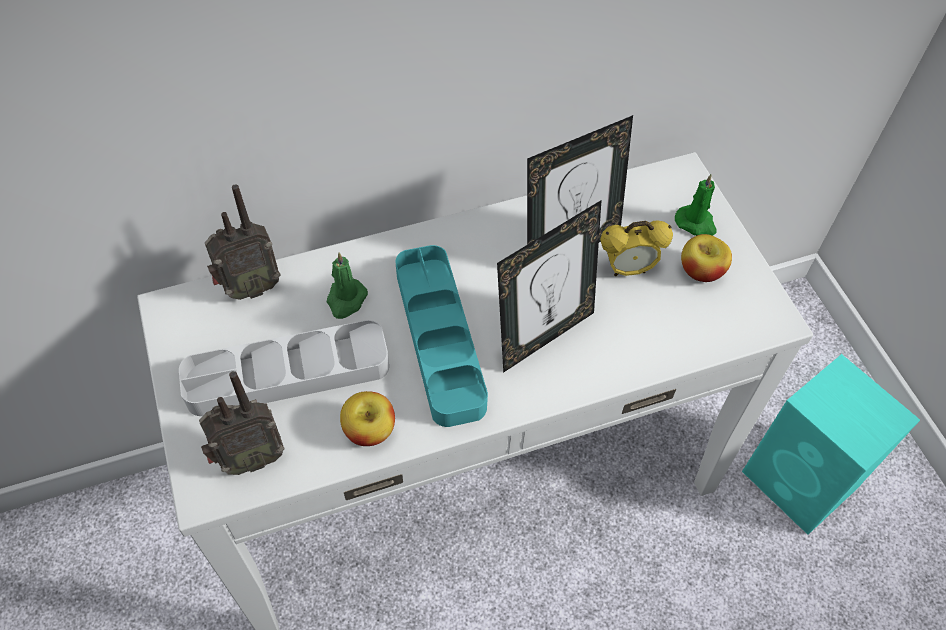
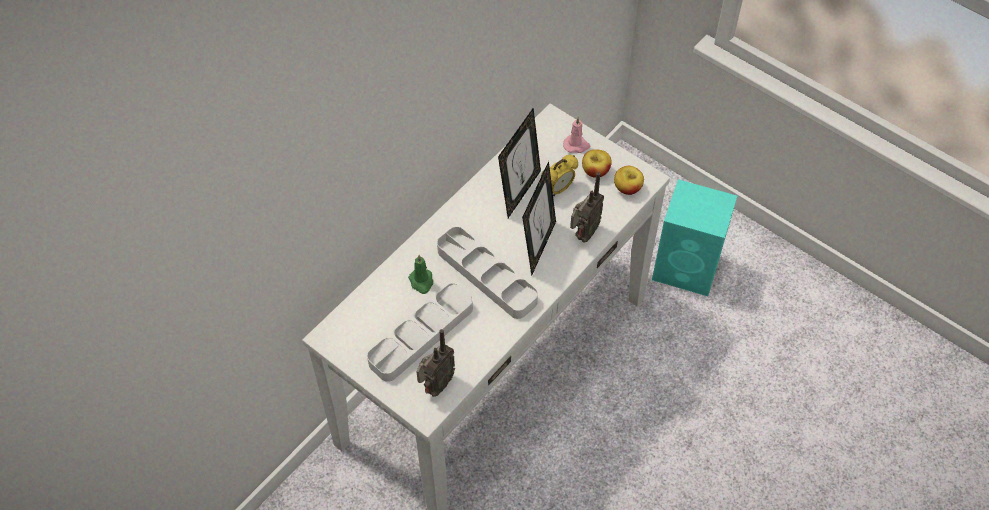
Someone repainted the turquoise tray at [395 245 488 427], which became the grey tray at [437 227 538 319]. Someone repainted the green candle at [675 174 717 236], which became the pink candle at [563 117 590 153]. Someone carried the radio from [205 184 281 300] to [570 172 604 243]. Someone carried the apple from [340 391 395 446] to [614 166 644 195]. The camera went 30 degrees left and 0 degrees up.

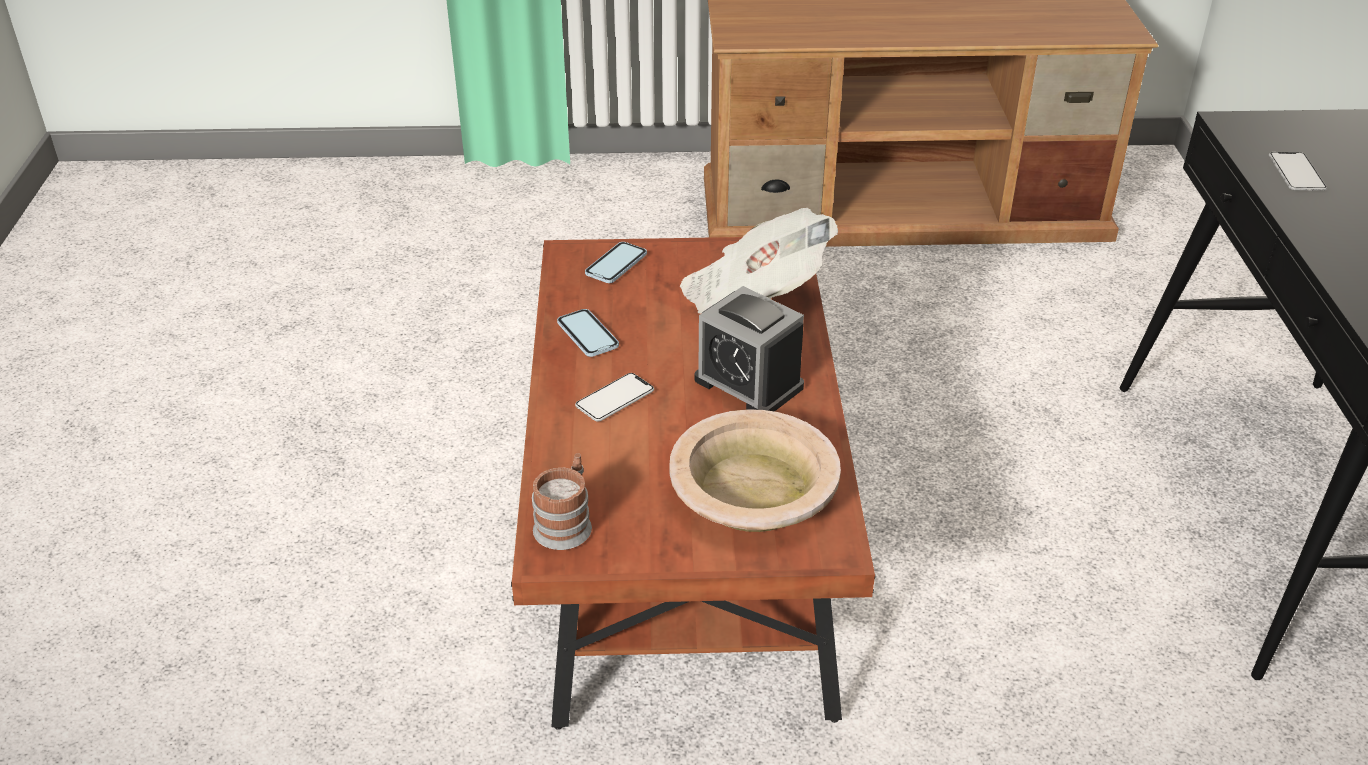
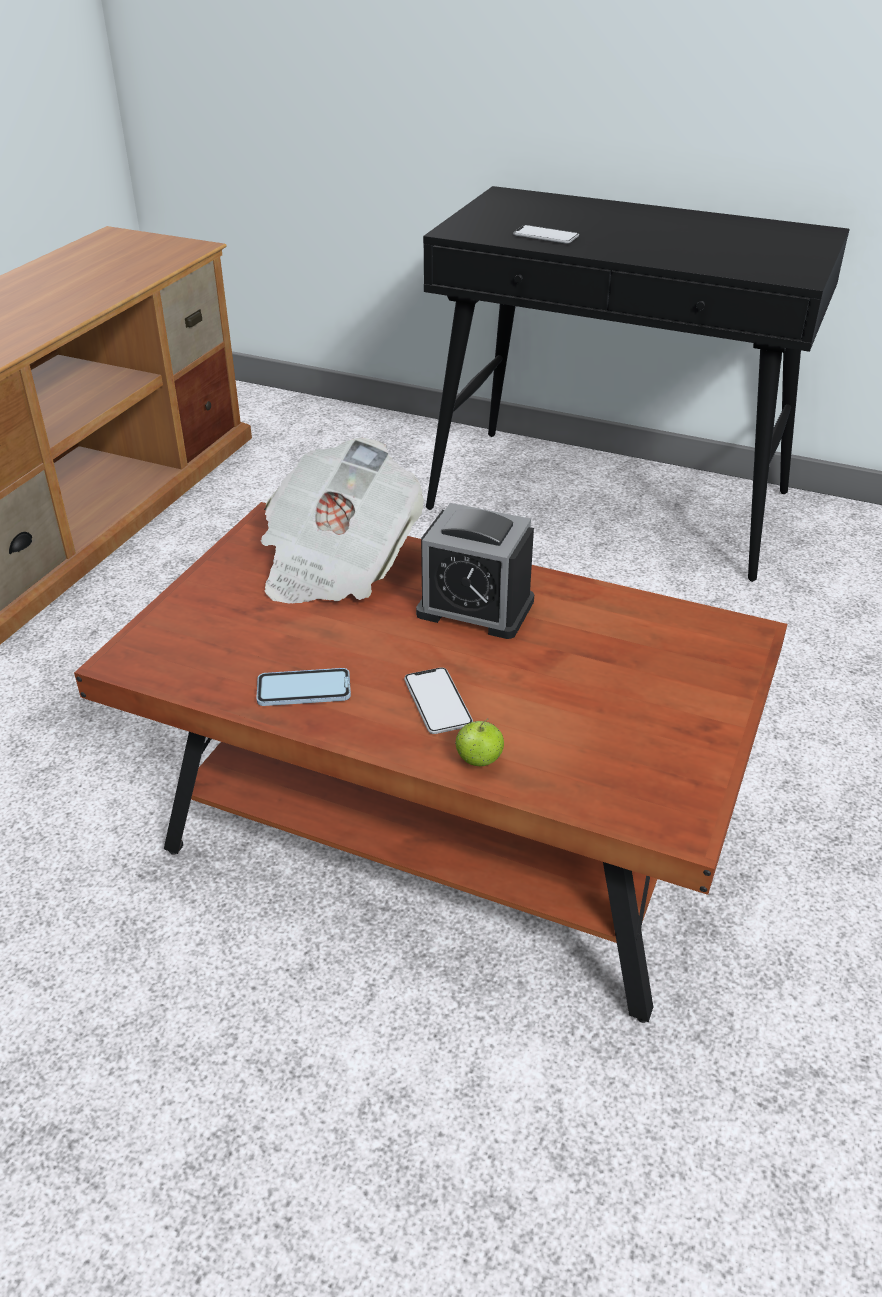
Someone rotated the alarm clock at [694 286 804 412] by 45 degrees clockwise. Someone put down the apple at [455 719 504 766]. Someone took away the mug at [532 453 592 550]. Someone took away the phone at [585 242 647 283]. Someone took away the beige bowl at [669 409 841 532]. The camera went 65 degrees left and 0 degrees up.

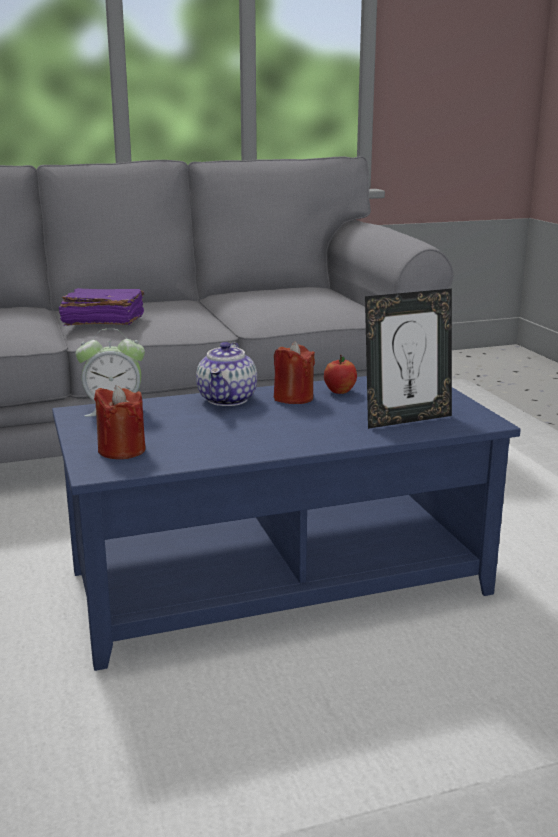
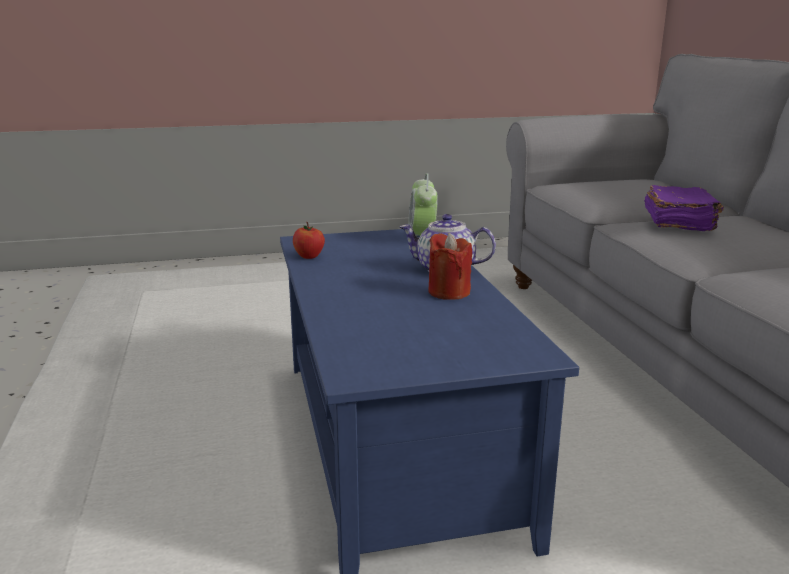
Someone carried the apple from [324 354 357 394] to [293 222 325 259]. Someone took away the red candle at [94 385 146 459]. Someone took away the picture frame at [365 289 452 429]. The camera went 95 degrees right and 0 degrees up.

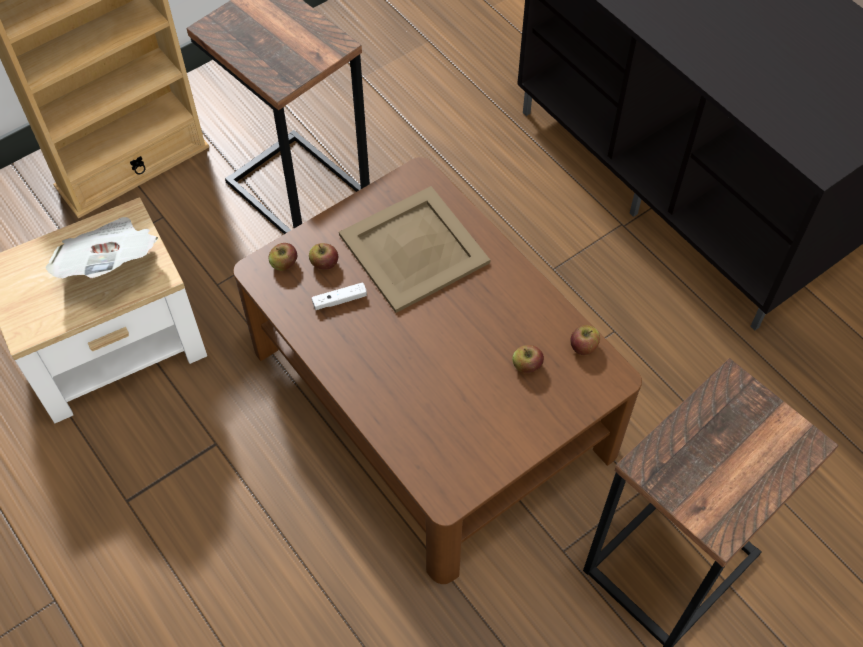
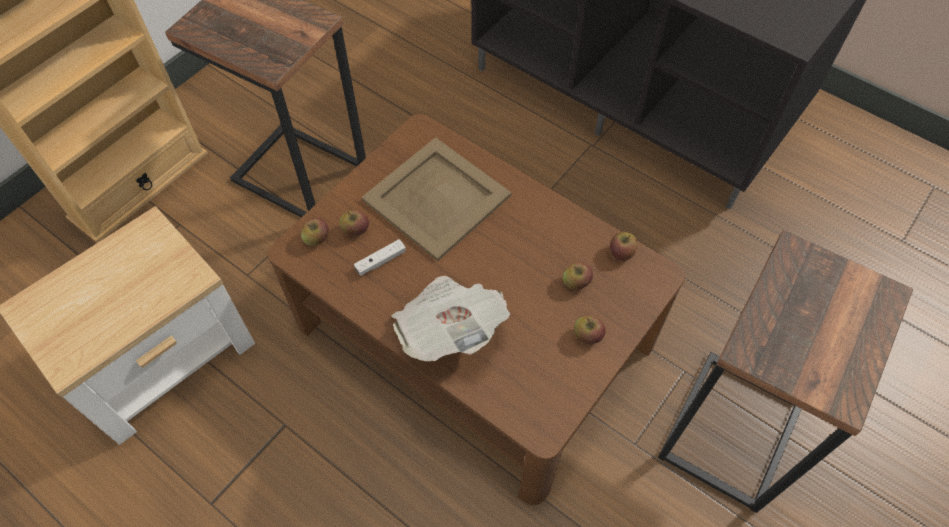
Someone carried the newspaper from [45 217 158 278] to [392 276 510 362]. Someone put down the apple at [574 316 606 344]. The camera went 15 degrees left and 0 degrees up.

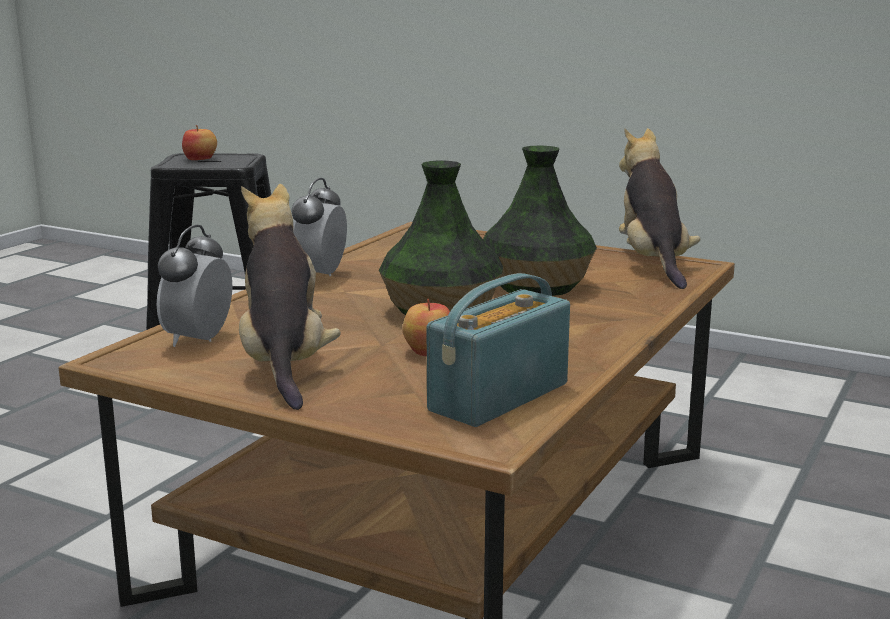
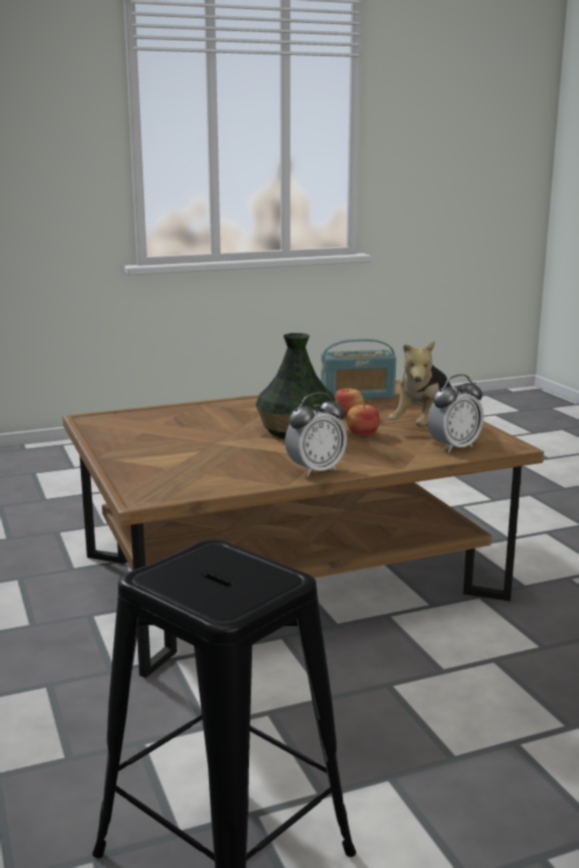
Someone carried the apple from [182 125 217 160] to [346 402 380 435]. Someone took away the vase at [483 145 597 296]. Someone took away the plush toy at [619 128 700 289]. The camera went 140 degrees left and 0 degrees up.

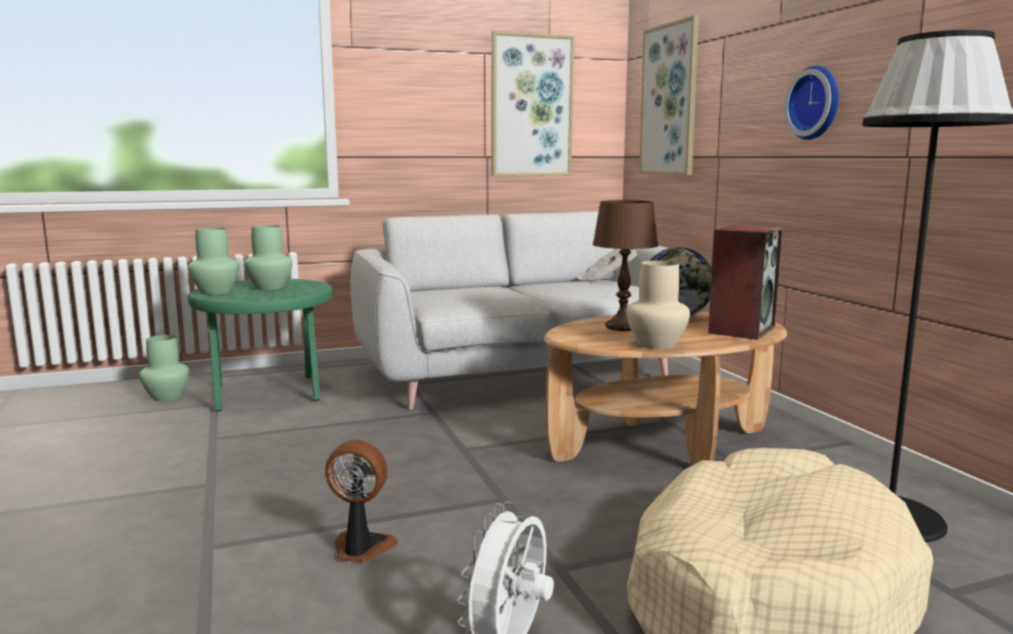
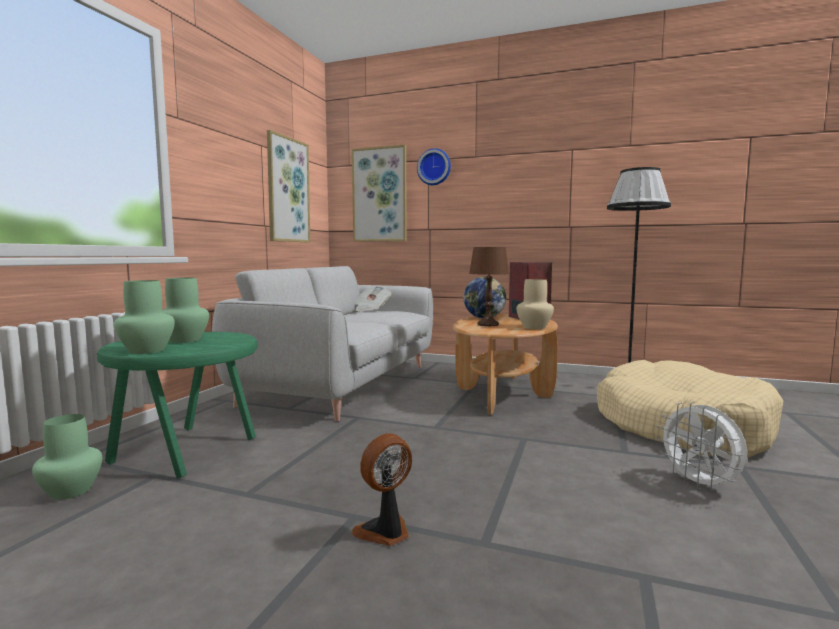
Someone carried the fan from [325 440 398 562] to [352 433 412 546]. Someone carried the wall clock from [784 66 839 140] to [417 148 451 185]. The camera went 50 degrees left and 5 degrees down.

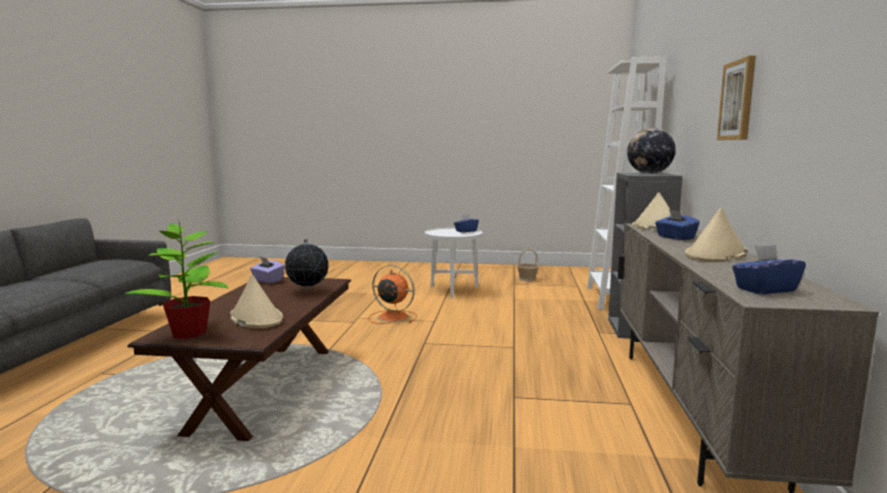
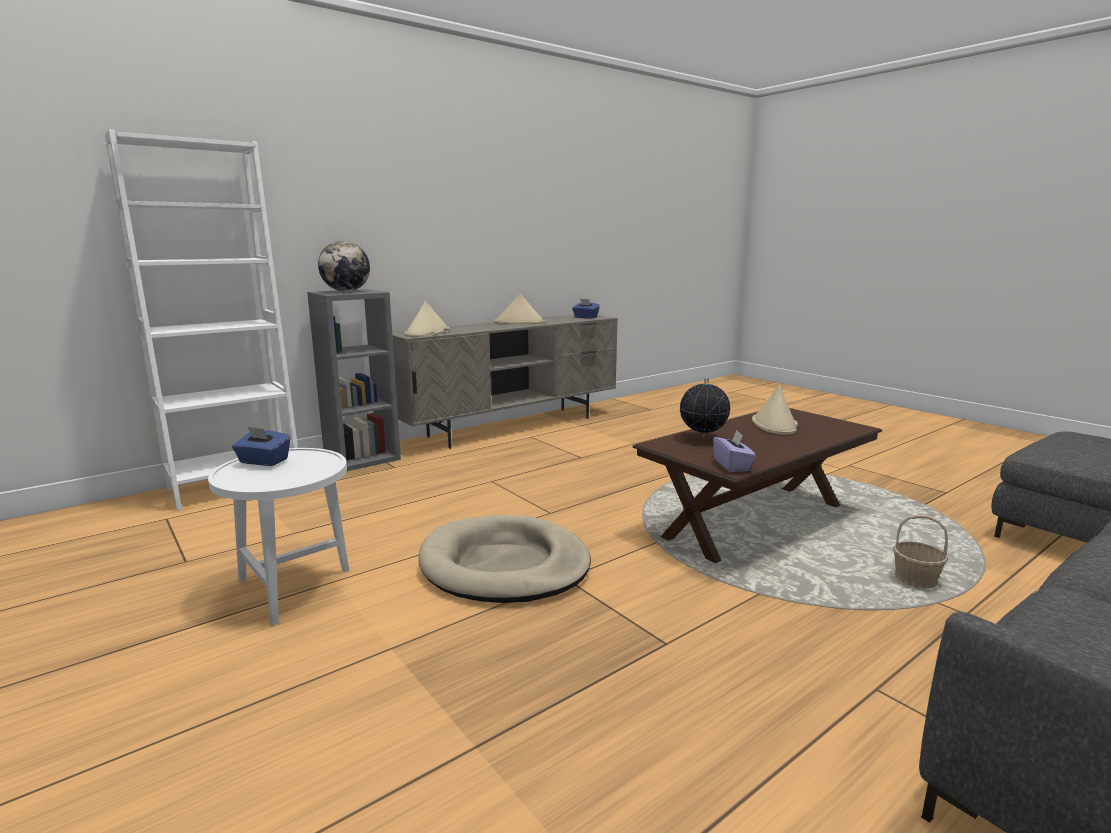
Someone swapped the orange fan at [368 265 417 324] for the beige dog bed at [418 515 591 603]. Someone carried the basket from [517 249 538 281] to [893 515 948 589]. Someone took away the potted plant at [125 222 229 339]. Someone took away the blue tissue box at [655 209 700 240]. Someone took away the picture at [717 56 756 140]. The camera went 135 degrees left and 5 degrees up.

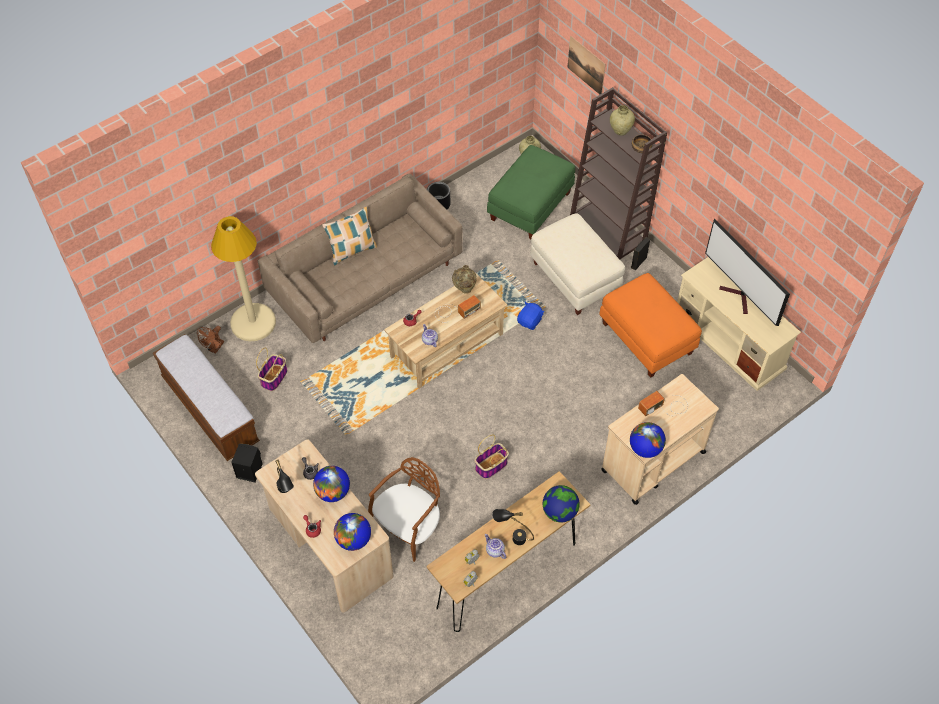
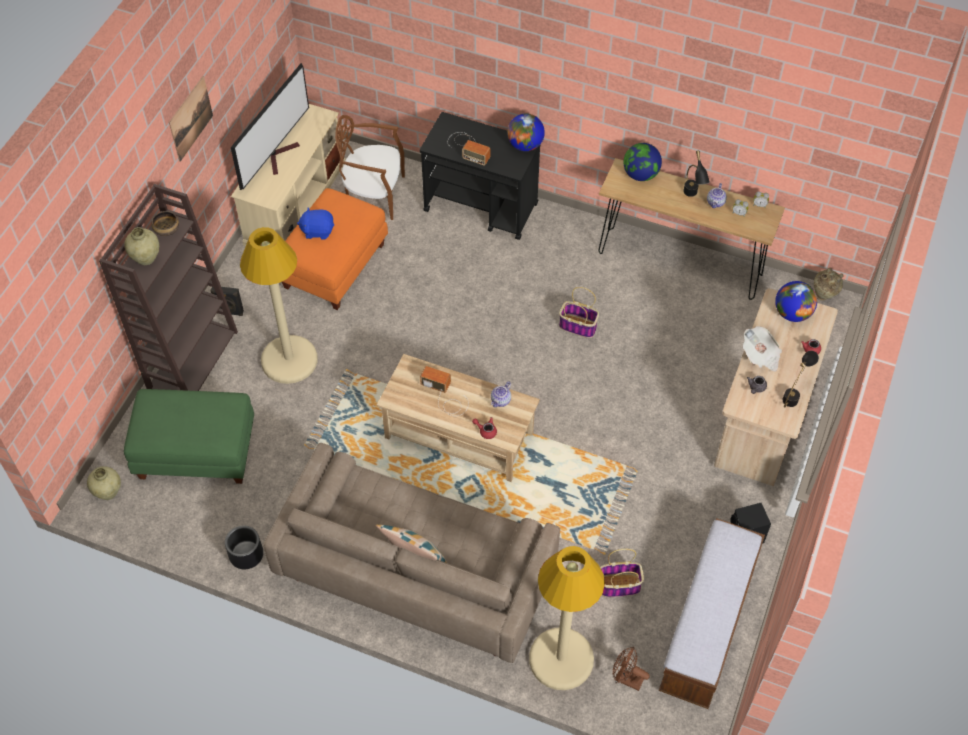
Someone carried the picture from [567 36 606 95] to [169 76 213 162]. Someone swapped the beige ottoman at [530 213 625 315] for the beige floor lamp at [240 227 318 384]. Someone carried the blue plush toy from [517 302 544 330] to [297 208 334 240]. Someone carried the brown chair from [368 457 440 562] to [335 115 405 220]. Someone repainted the beige cart at [601 374 719 505], which became the black cart at [420 112 541 240]. Someone rotated the brown fan at [197 326 224 354] by 150 degrees counterclockwise. Someone swapped the globe at [313 466 350 502] for the newspaper at [743 326 782 372]. Someone carried the beige vase from [452 265 477 294] to [814 268 843 301]. The camera went 120 degrees left and 0 degrees up.

